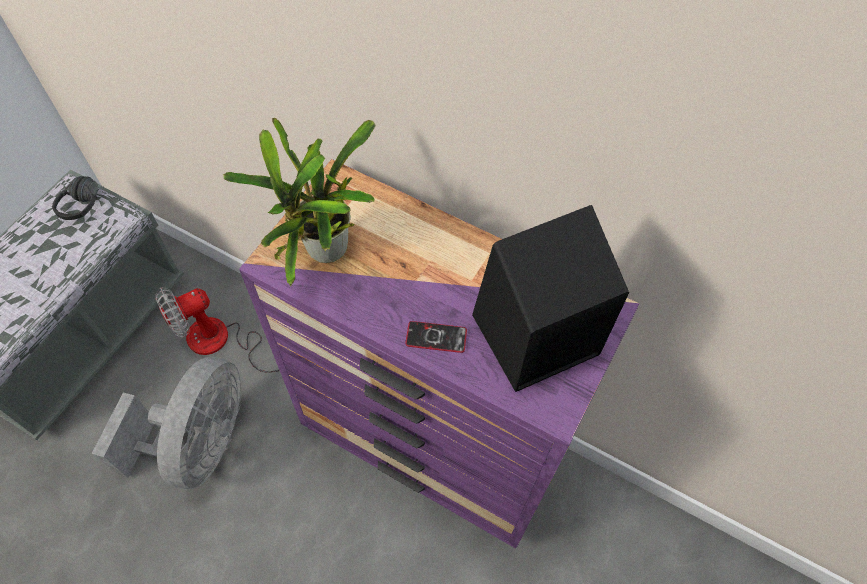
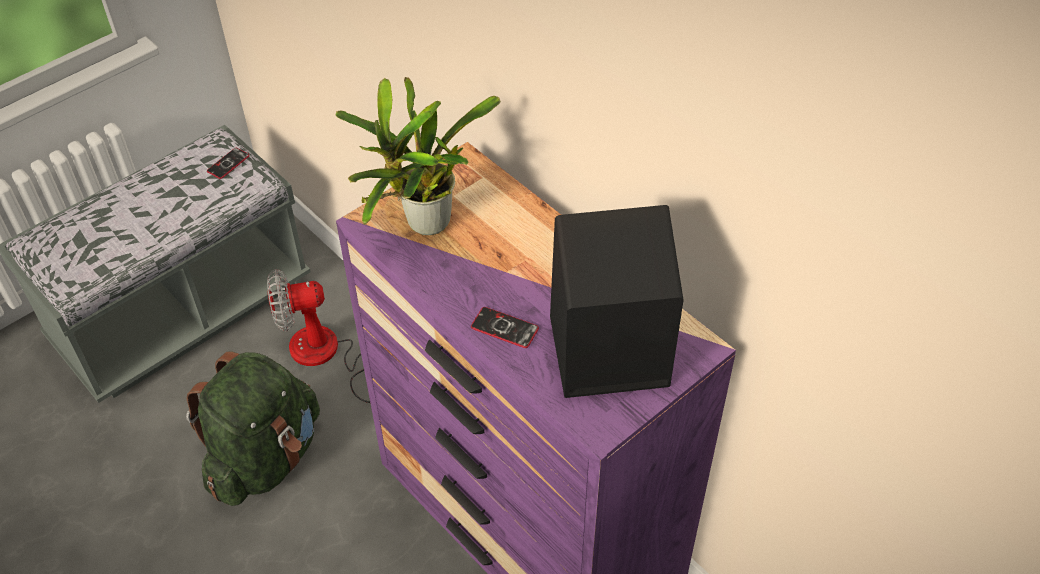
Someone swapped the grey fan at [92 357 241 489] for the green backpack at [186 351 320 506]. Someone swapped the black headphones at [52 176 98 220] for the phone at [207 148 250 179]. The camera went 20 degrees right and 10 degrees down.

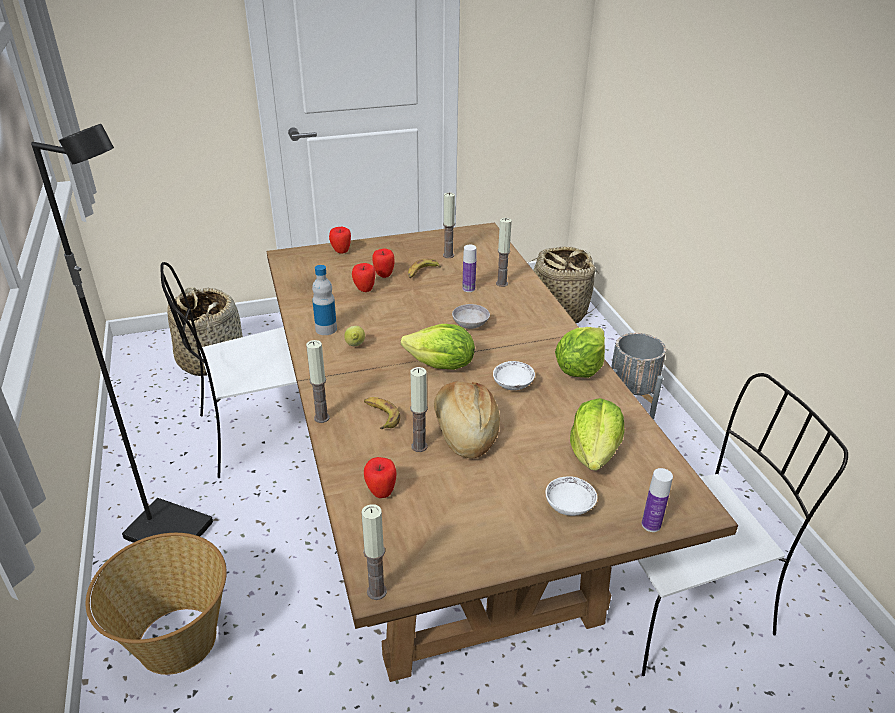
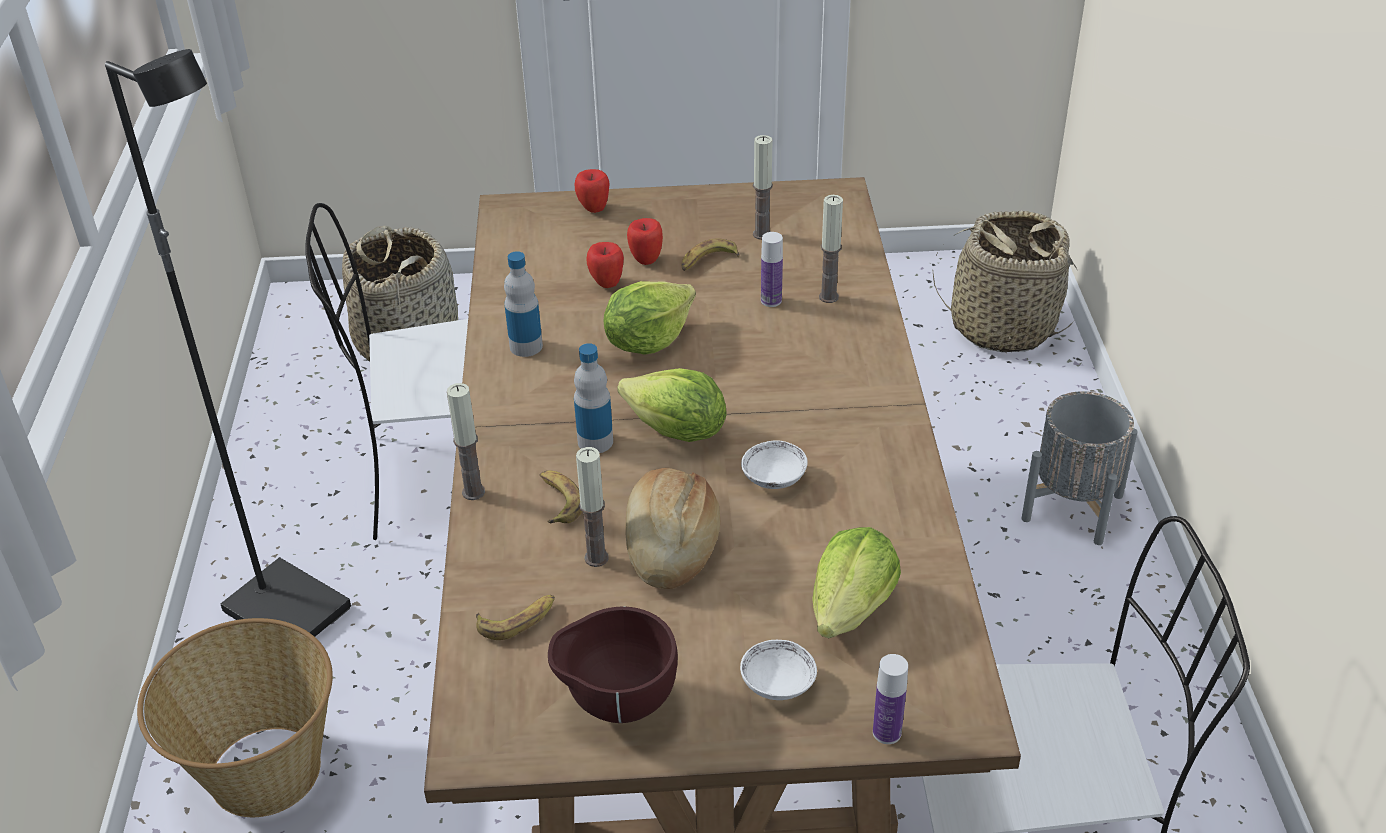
Someone swapped the apple at [364 457 397 498] for the banana at [476 595 555 640]. Someone put down the brown bowl at [548 606 678 723]. Someone put down the bottle at [574 343 613 453]. Someone carried the lettuce from [555 327 605 378] to [604 281 696 355]. Someone took away the lemon at [344 326 365 346]. Someone took away the candle at [361 504 387 600]. Someone took away the grey bowl at [452 304 490 329]. The camera went 15 degrees right and 5 degrees up.

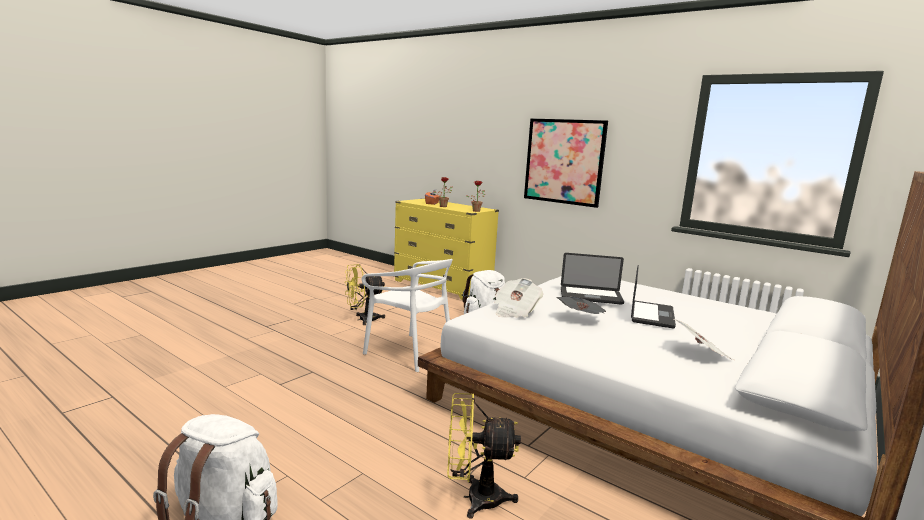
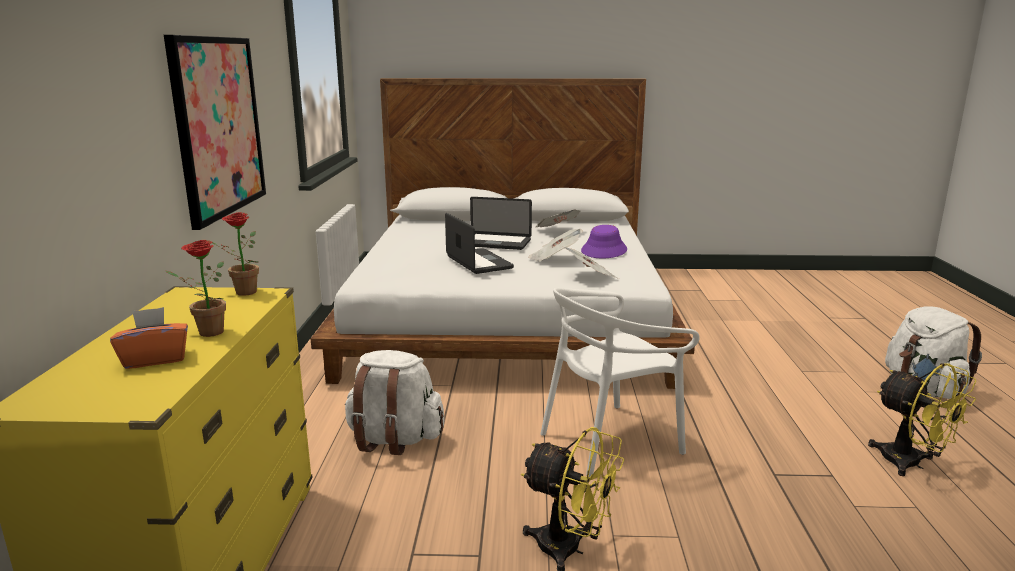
Someone rotated the laptop at [631 265 676 328] by 150 degrees counterclockwise. Someone rotated the white chair at [362 259 453 372] by 120 degrees counterclockwise. Someone put down the purple hat at [581 225 627 258]. Someone carried the yellow fan from [447 393 521 519] to [868 363 977 476]. The camera went 125 degrees left and 5 degrees up.

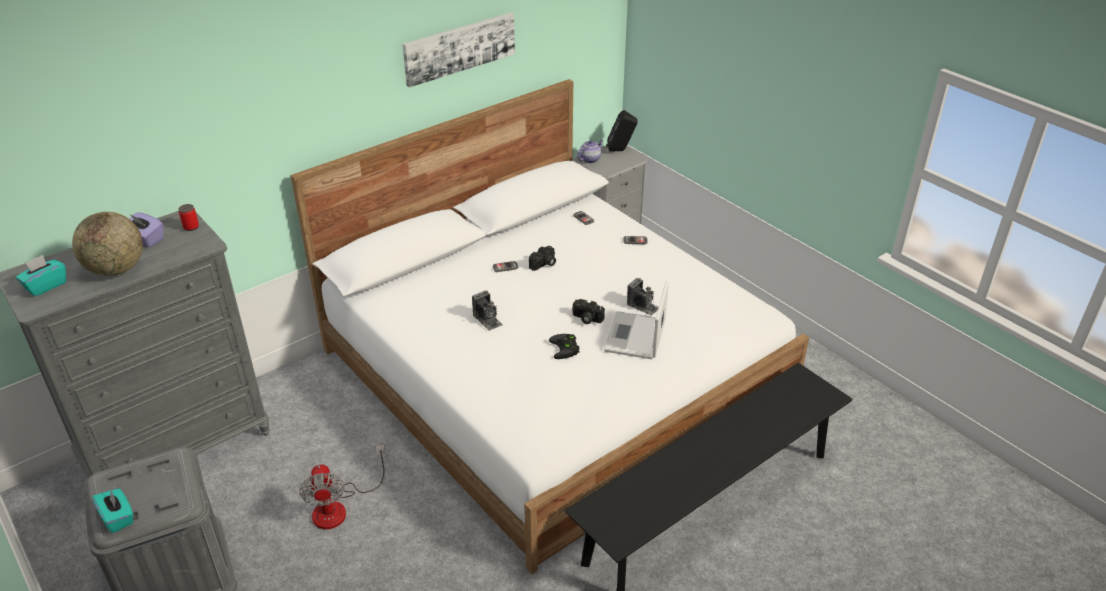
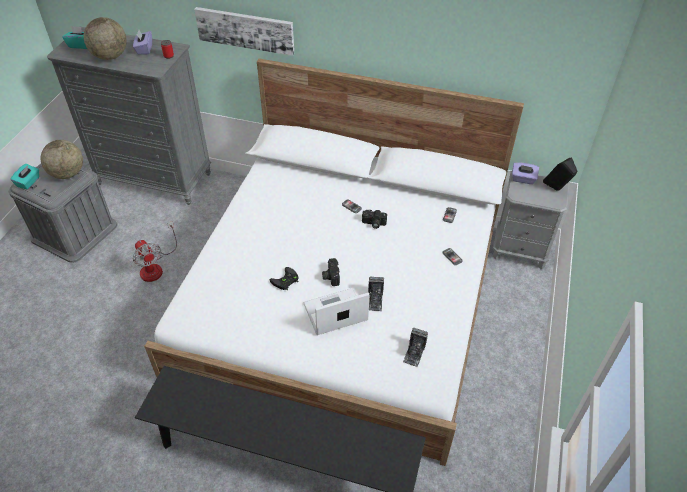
Someone put down the globe at [41 140 83 179]. Someone rotated the fan at [299 445 386 529] by 75 degrees counterclockwise. Someone carried the picture from [402 13 515 87] to [194 7 294 56]. Someone carried the photo camera from [472 291 502 331] to [403 328 428 367]. Someone swapped the teapot at [577 140 604 163] for the purple tissue box at [512 162 539 184]. The camera went 55 degrees right and 10 degrees up.

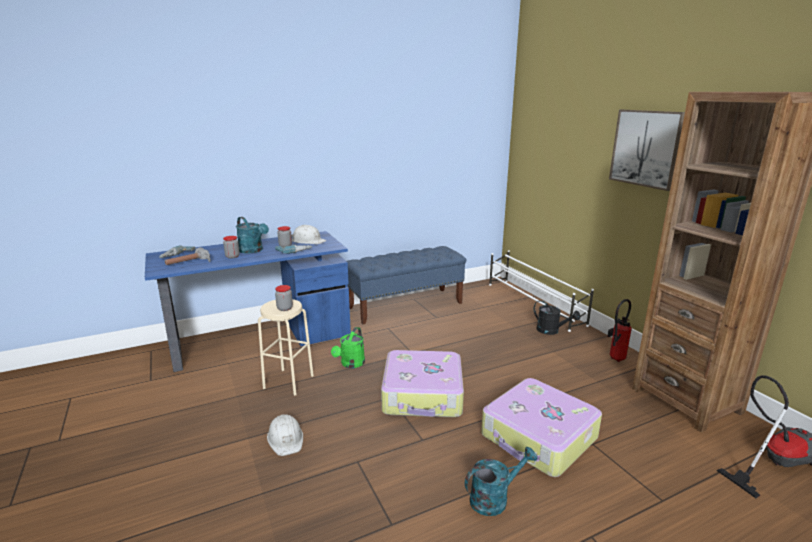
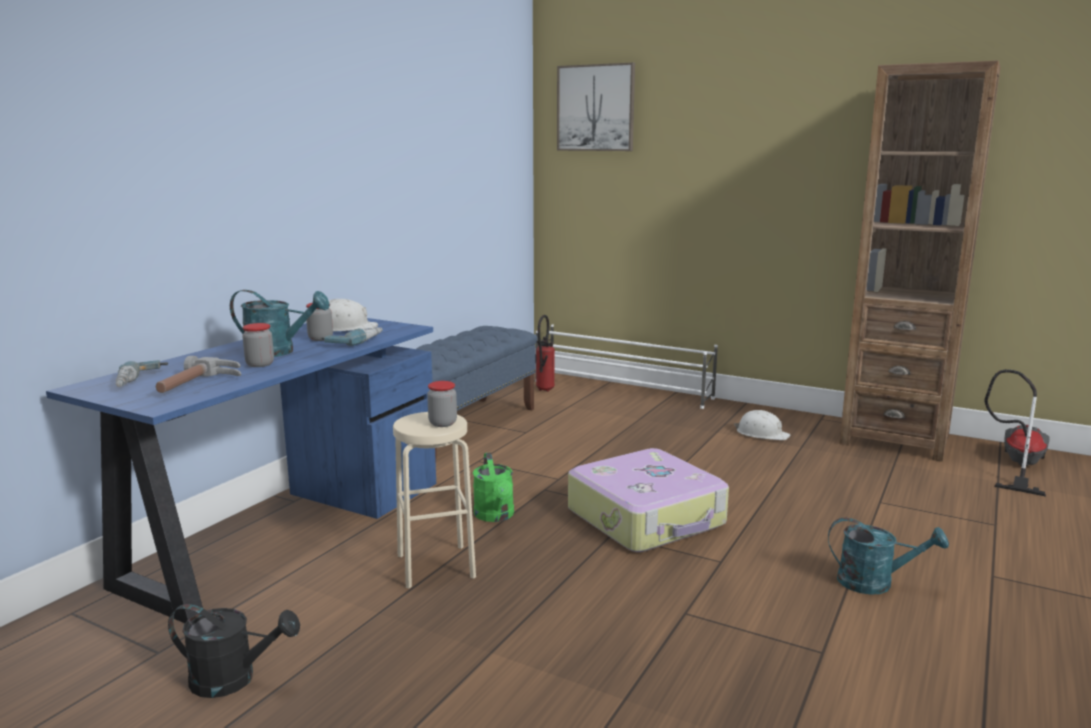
Someone carried the black watering can from [534 300 581 335] to [168 604 300 698]. Someone carried the fire extinguisher from [607 299 632 362] to [535 315 555 392]. Someone carried the picture from [609 110 685 191] to [557 62 635 151]. Someone carried the white hard hat from [267 414 303 456] to [734 410 791 440]. Someone rotated the turquoise watering can at [465 447 538 516] by 75 degrees clockwise. Someone took away the suitcase at [481 378 602 477]. The camera went 35 degrees left and 5 degrees down.

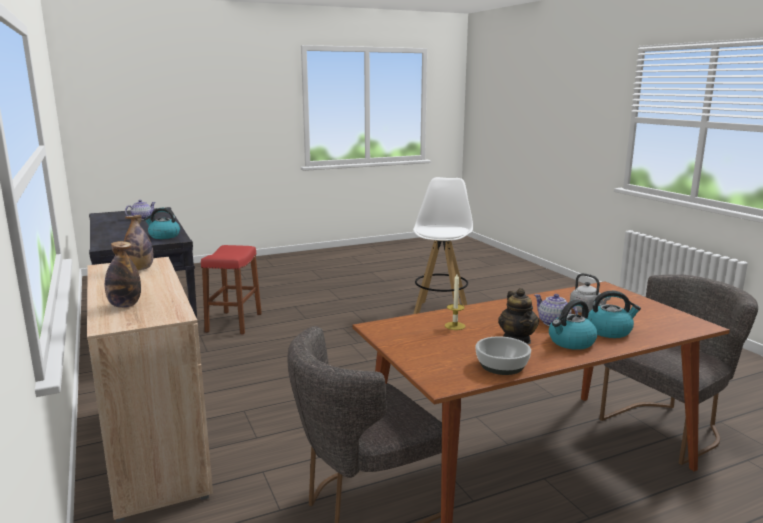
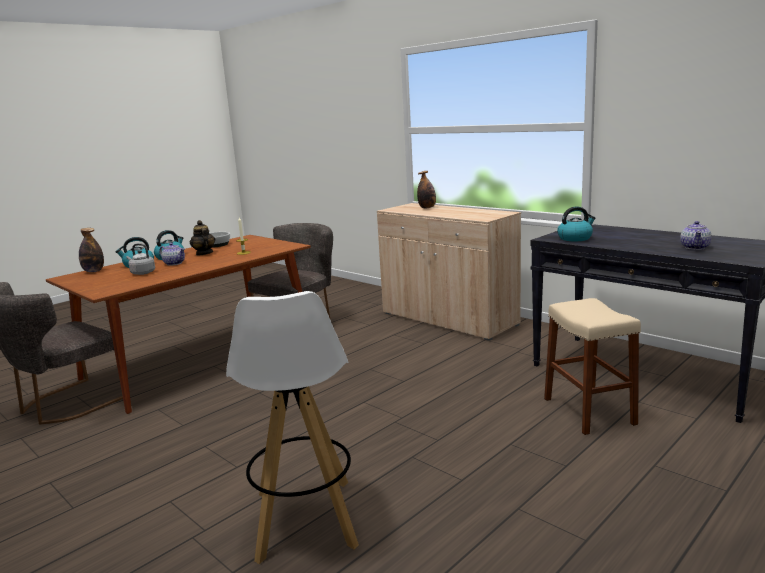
Someone carried the bottle from [124 215 153 270] to [79 228 104 272]. Someone repainted the red stool at [201 245 262 334], which became the beige stool at [544 298 641 435]. The camera went 160 degrees right and 0 degrees up.

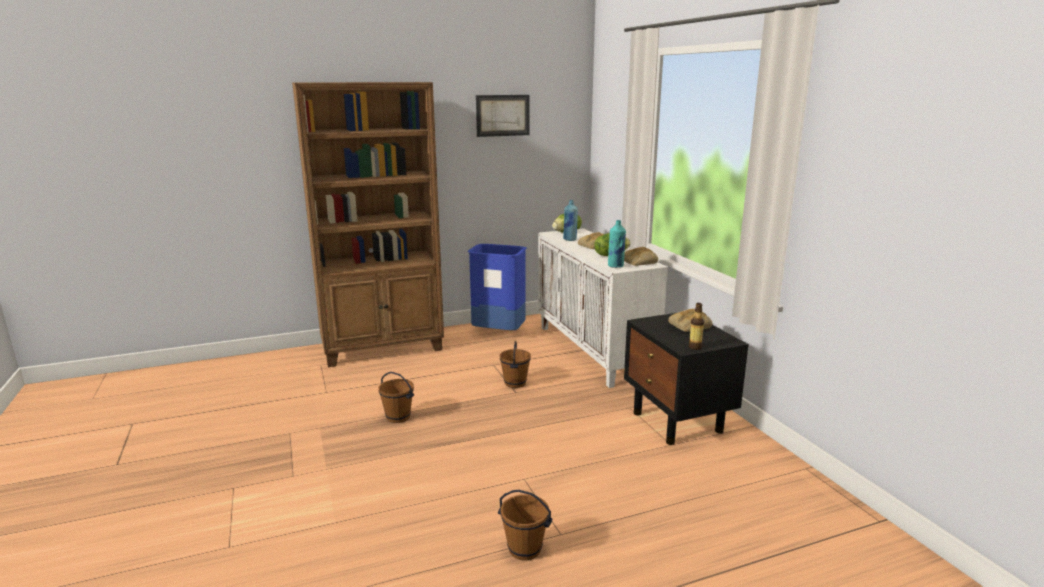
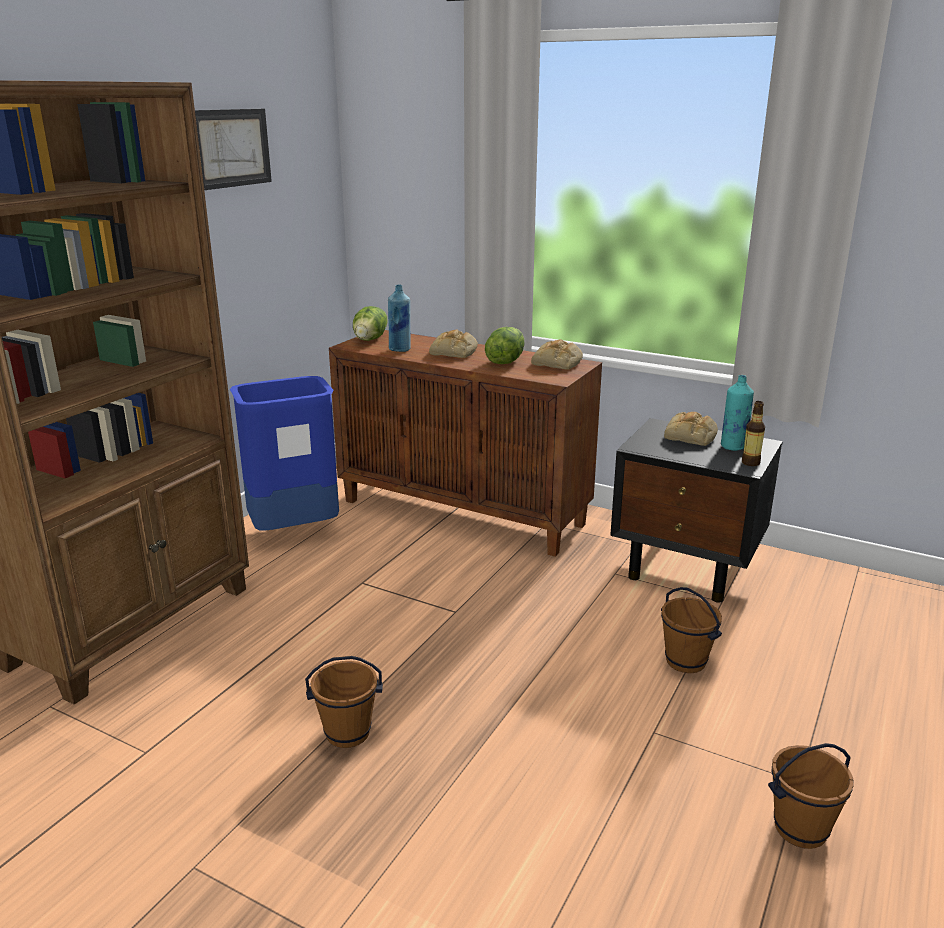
Someone repainted the white cabinet at [538 228 668 388], which became the brown cabinet at [329 330 602 557]. Someone carried the brown bucket from [500 341 531 388] to [661 587 722 673]. Someone carried the turquoise bottle from [608 220 626 268] to [721 375 754 451]. The camera went 40 degrees left and 5 degrees up.

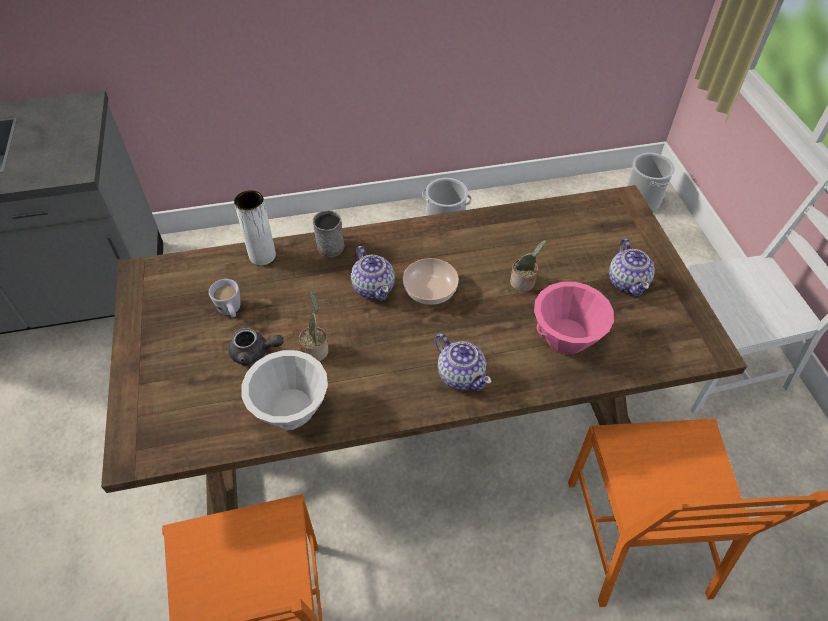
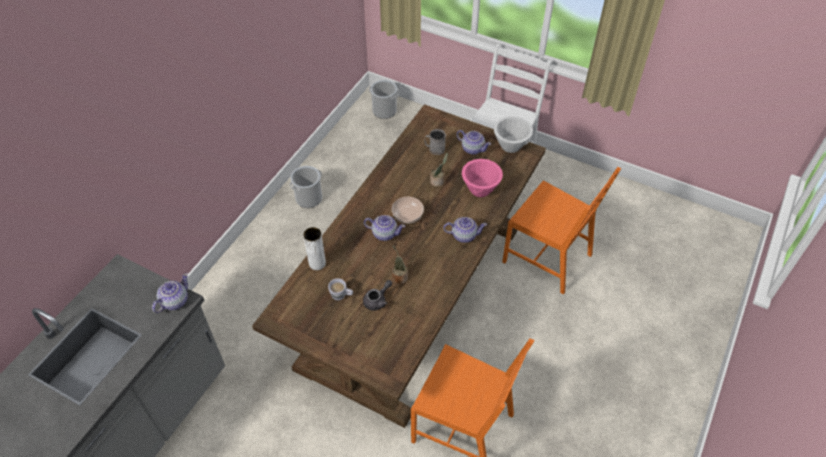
Someone put down the teapot at [152 273 188 313]. Someone carried the grey mug from [313 210 345 257] to [424 129 446 155]. Someone carried the white bowl from [241 350 328 430] to [494 116 533 153]. The camera went 50 degrees left and 0 degrees up.

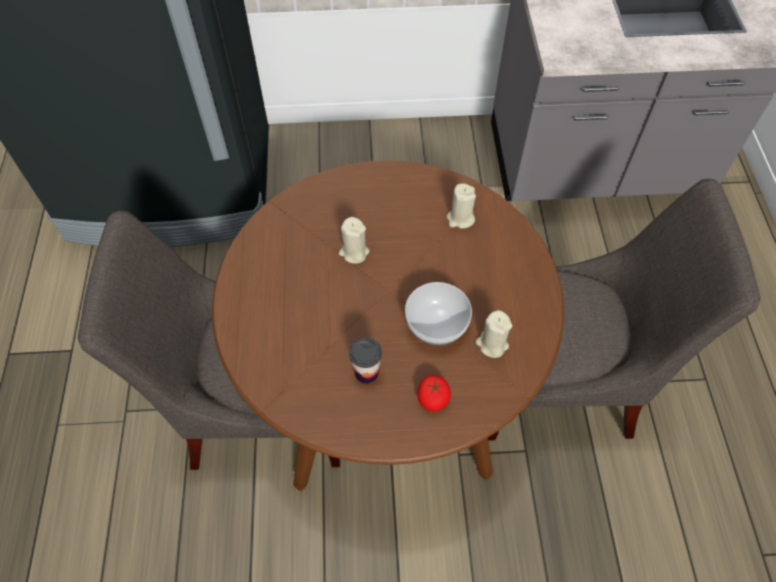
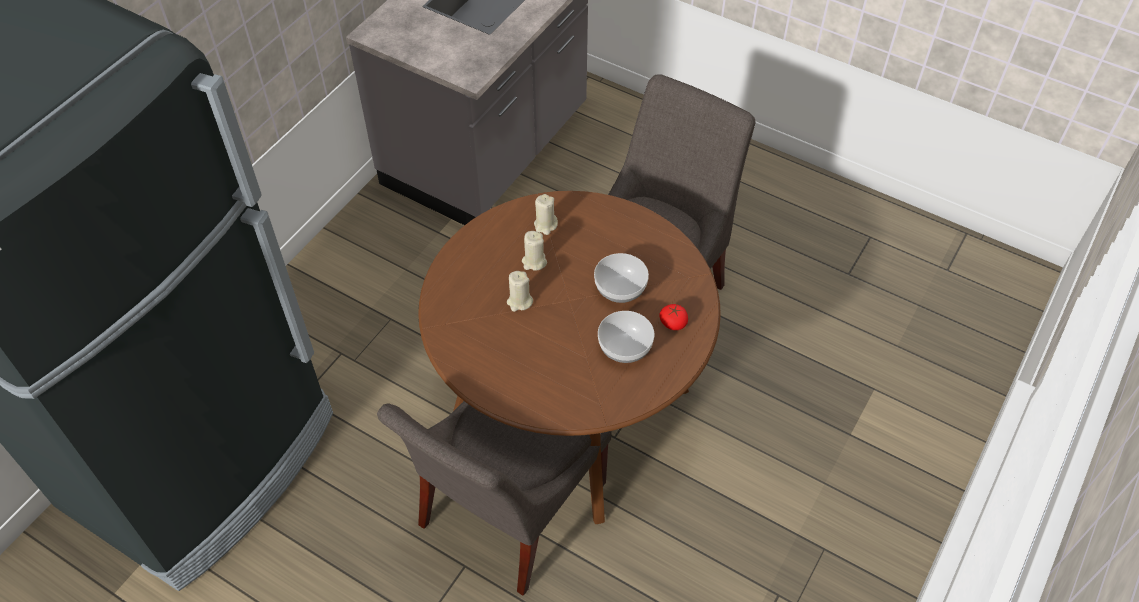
Someone carried the beige candle from [475 310 512 358] to [522 231 547 271]. Someone swapped the cup at [349 337 382 384] for the bowl at [598 311 654 363]. The camera went 55 degrees left and 5 degrees down.

